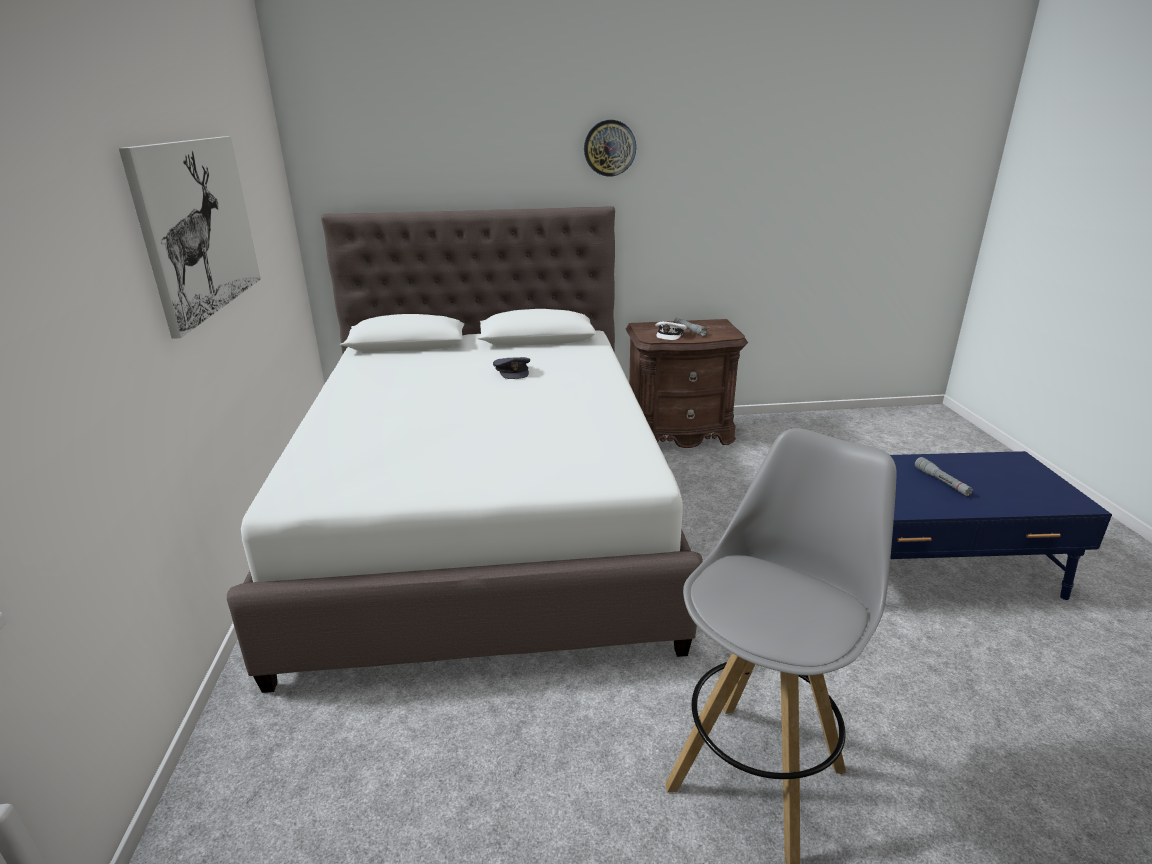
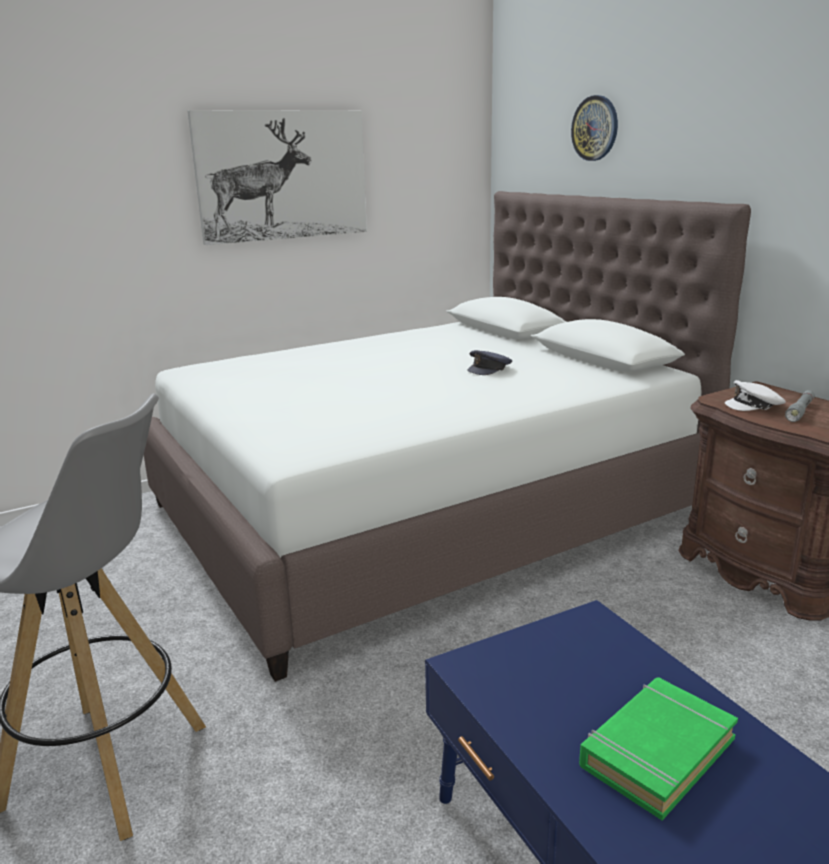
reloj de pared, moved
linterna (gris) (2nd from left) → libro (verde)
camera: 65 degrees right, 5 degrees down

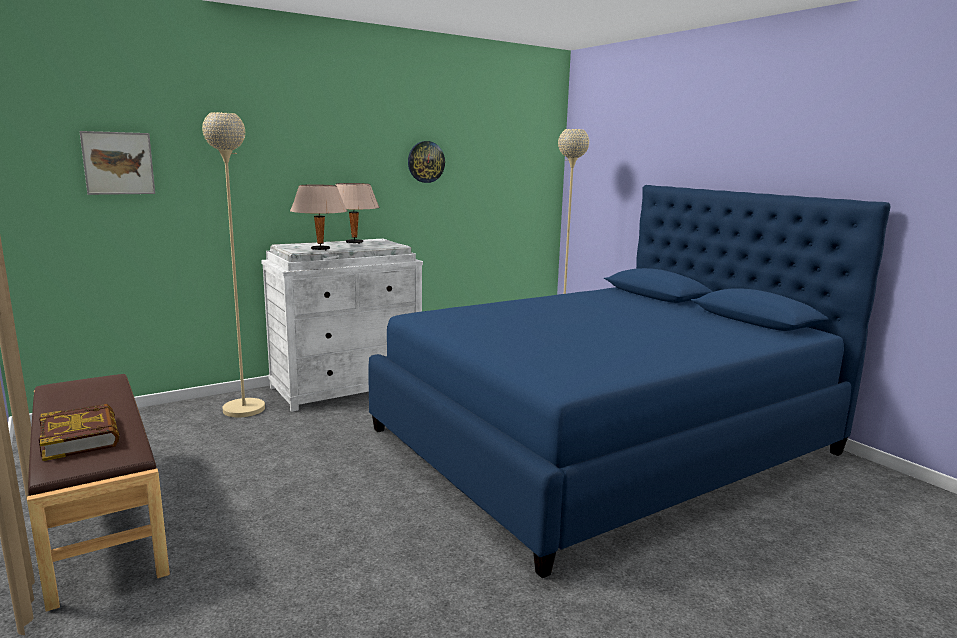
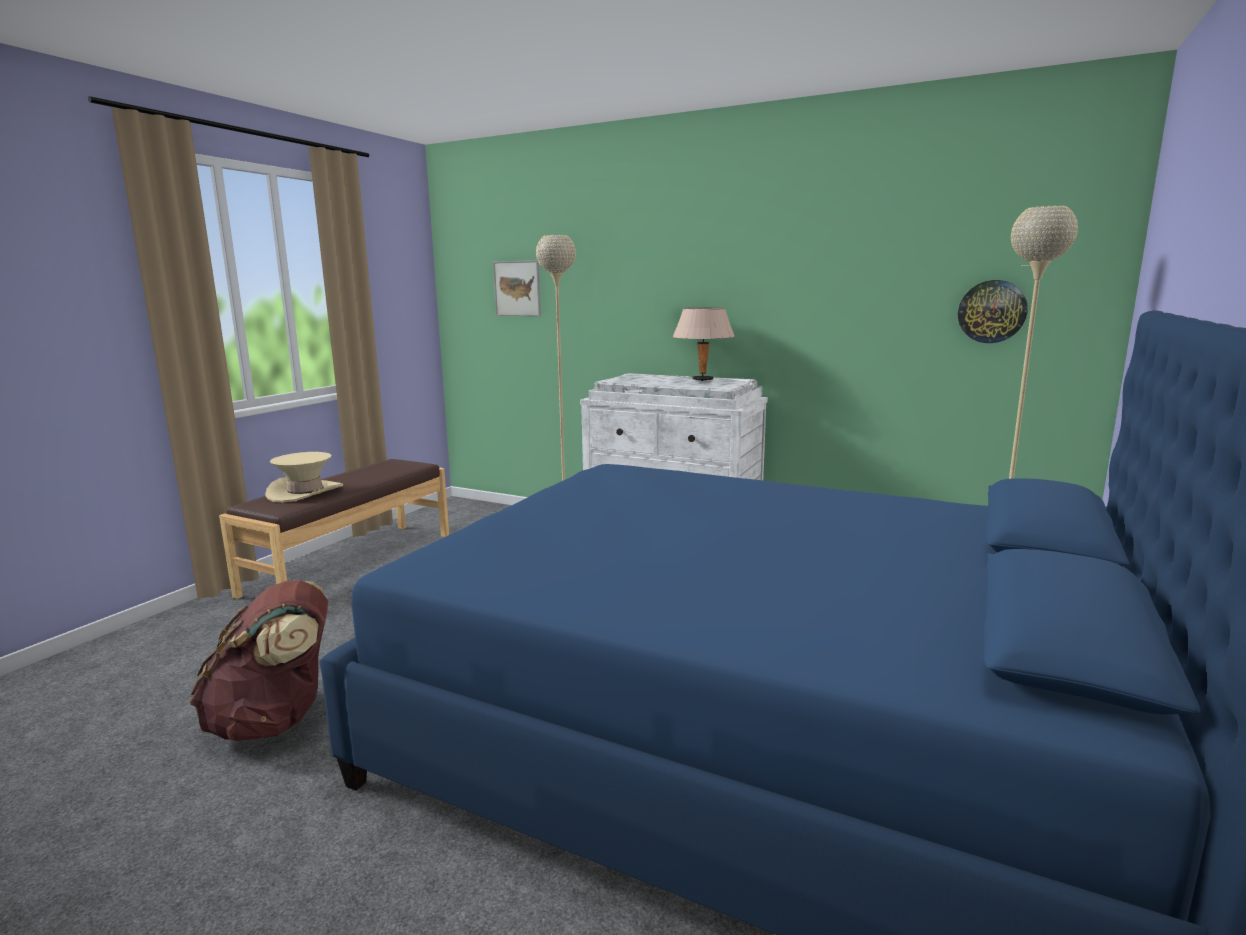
libro → sombrero (beis)
lámpara de mesa (beis) (1st from left) → -
reloj de pared, moved
- → mochila (marrón)
camera: 60 degrees right, 0 degrees up

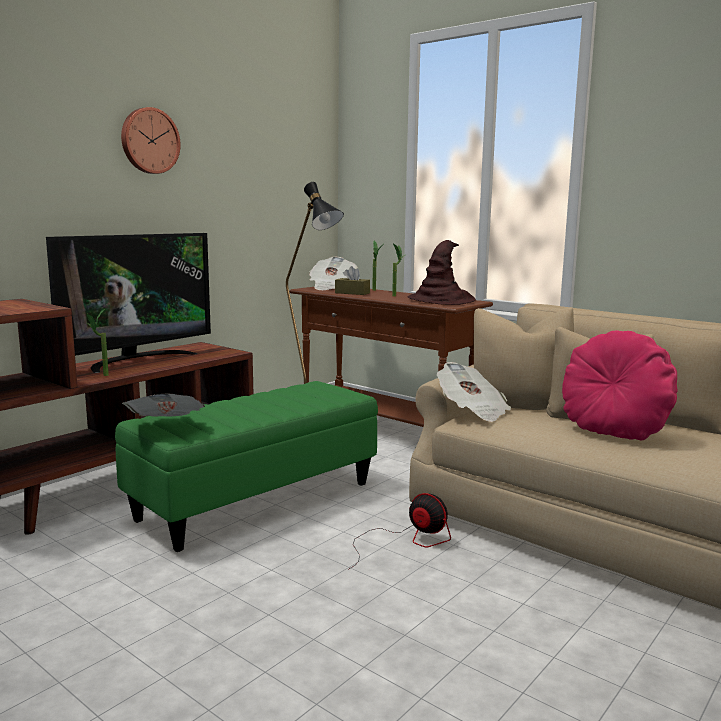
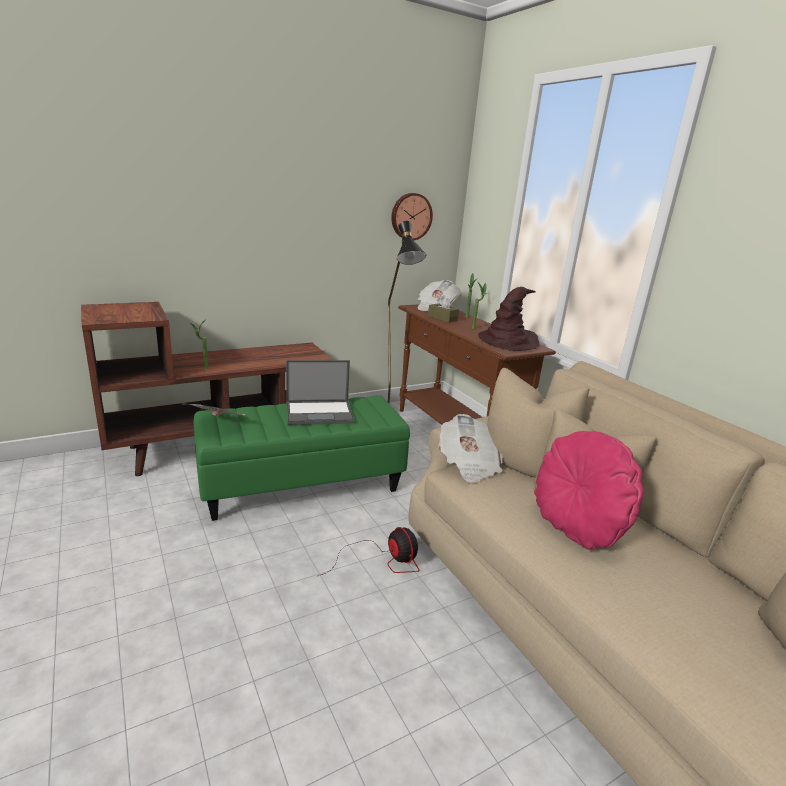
televisor → -
reloj de pared, moved
- → portátil
camera: 20 degrees right, 10 degrees up

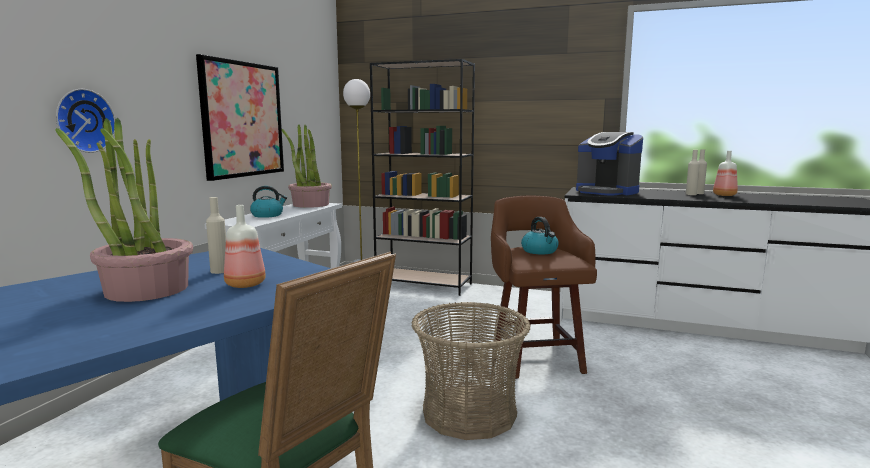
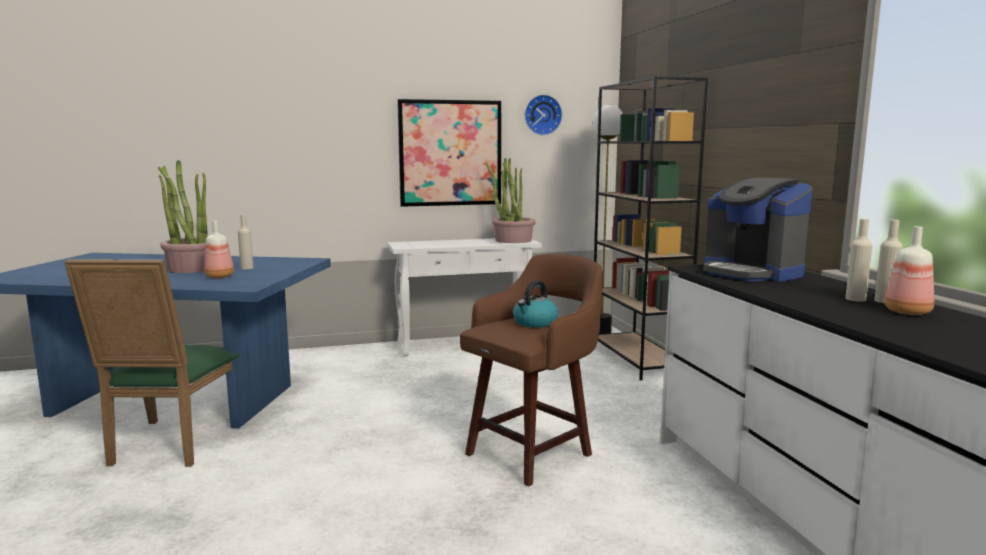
reloj de pared, moved
hervidor (1st from left) → -
cesta → -
cafetera, 45 degrees counterclockwise
camera: 55 degrees right, 0 degrees up

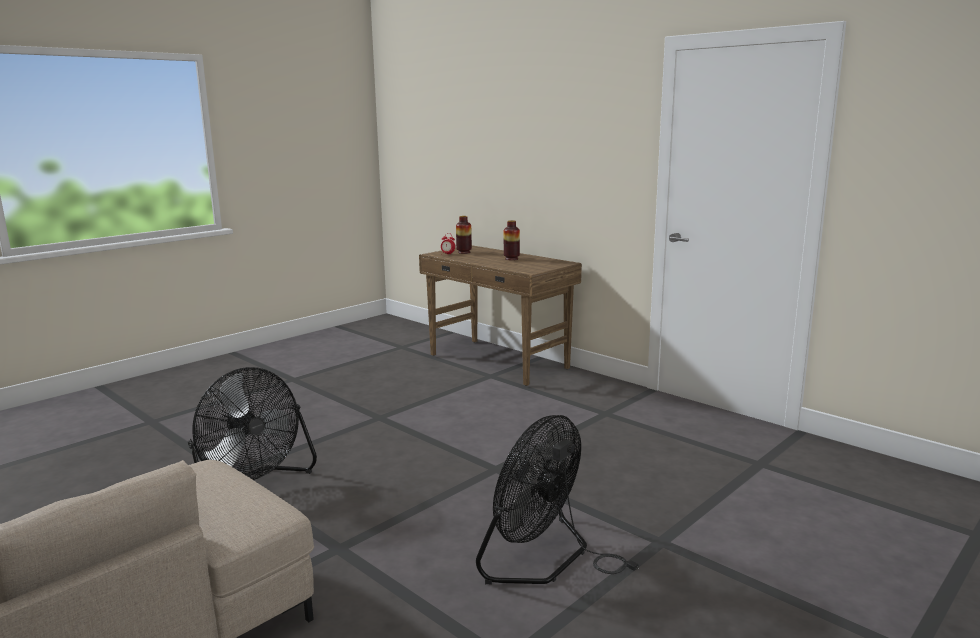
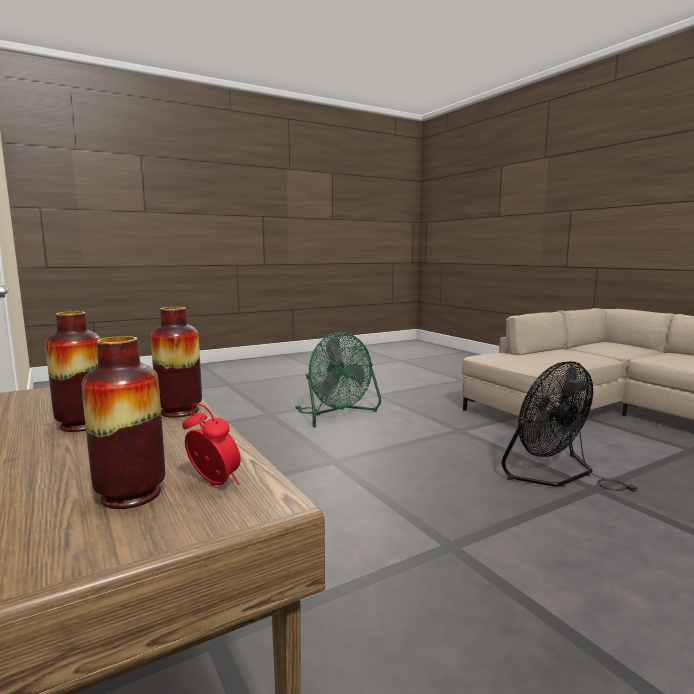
ventilador (negro) (2nd from left) → ventilador (verde)
- → florero (3rd from left)
camera: 165 degrees left, 5 degrees down

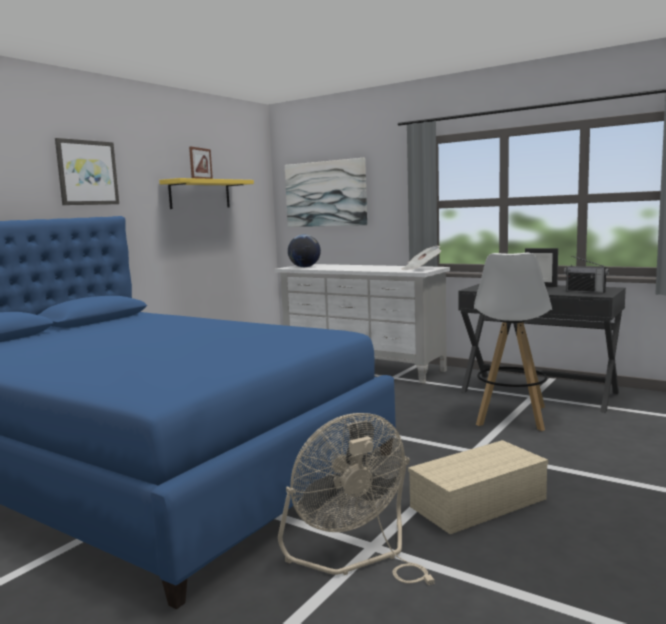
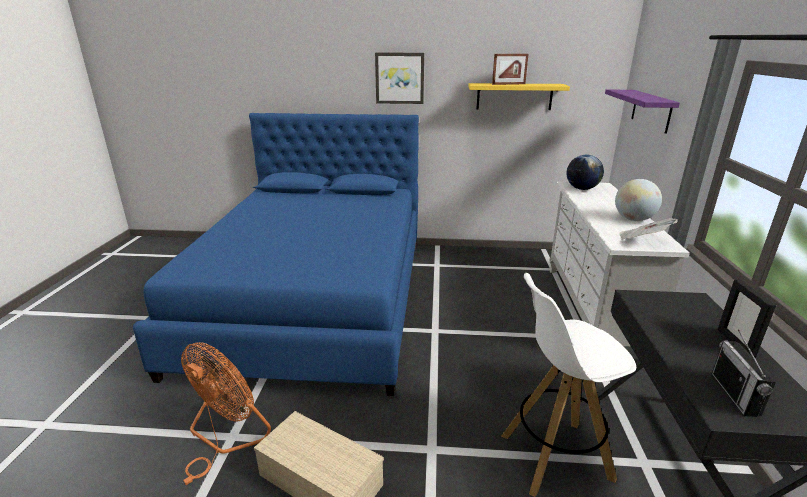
ventilador (beis) → ventilador (naranja)
cuadro (2nd from left) → estante (morado)
- → globo terráqueo (2nd from left)
camera: 60 degrees right, 15 degrees up

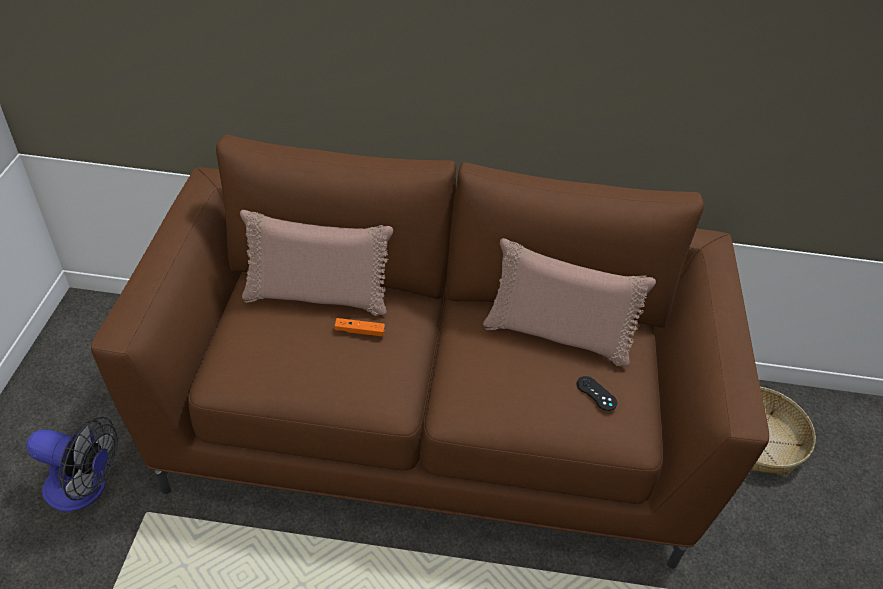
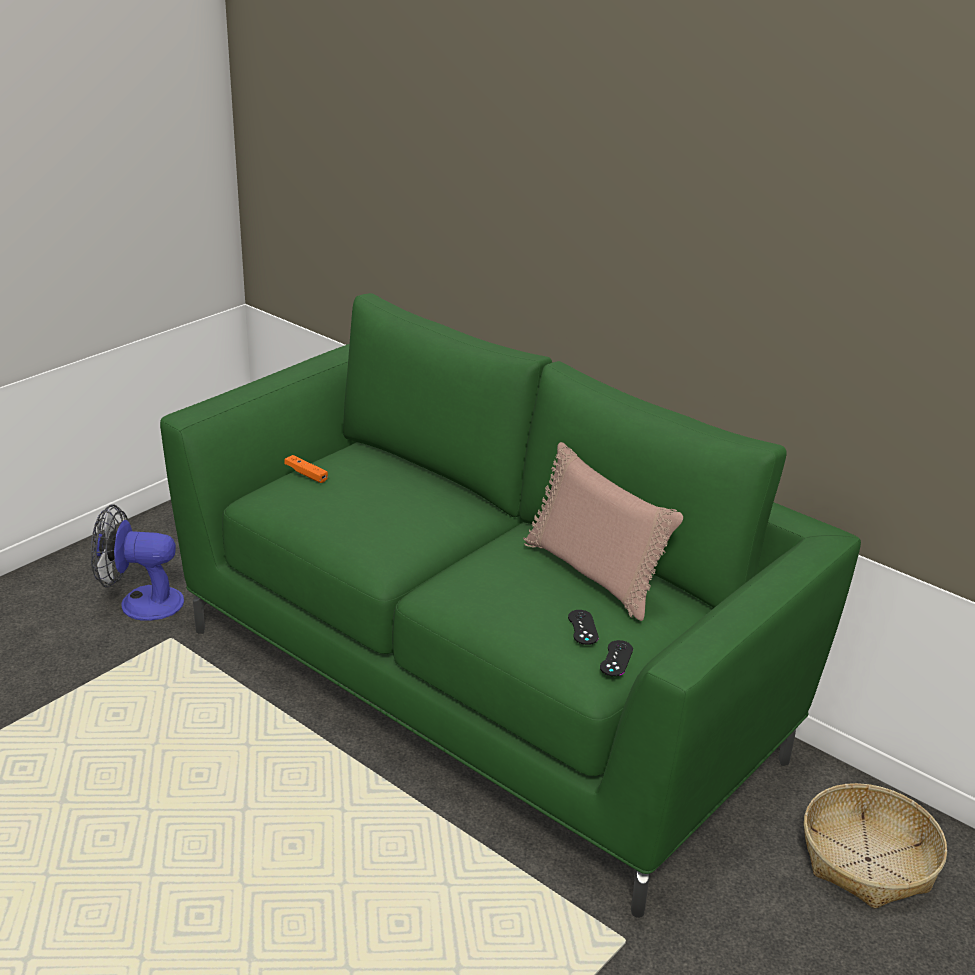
ventilador, 135 degrees clockwise
sofá (marrón) → sofá (verde)
cojín (beis) (1st from left) → -
mando de consola (naranja), moved
- → mando de consola (negro) (2nd from left)
camera: 35 degrees right, 15 degrees down

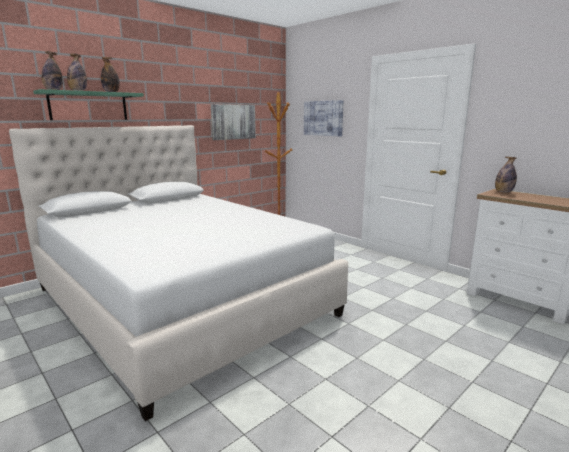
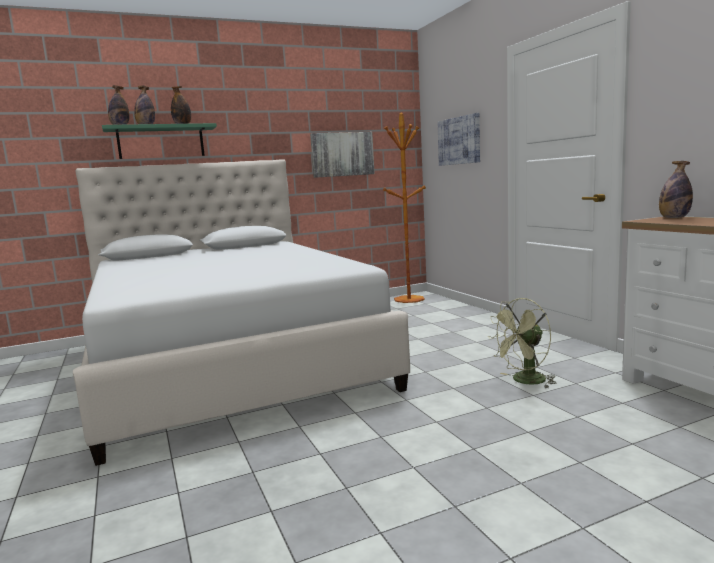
- → ventilador (verde)
camera: 20 degrees right, 5 degrees down

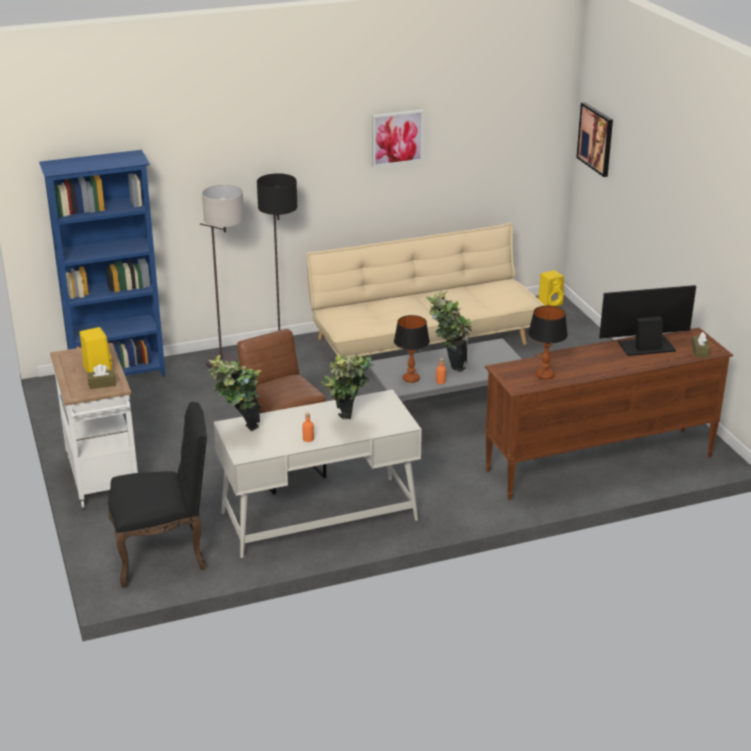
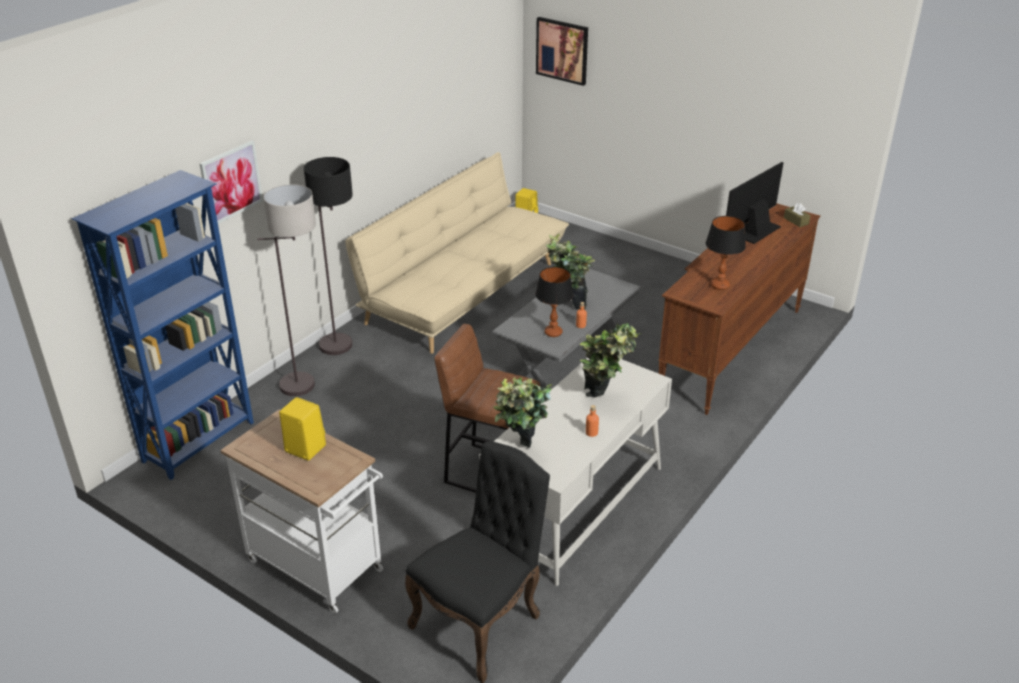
caja de pañuelos (marrón) (1st from left) → -
cuadro (1st from left), moved
camera: 35 degrees left, 5 degrees up

